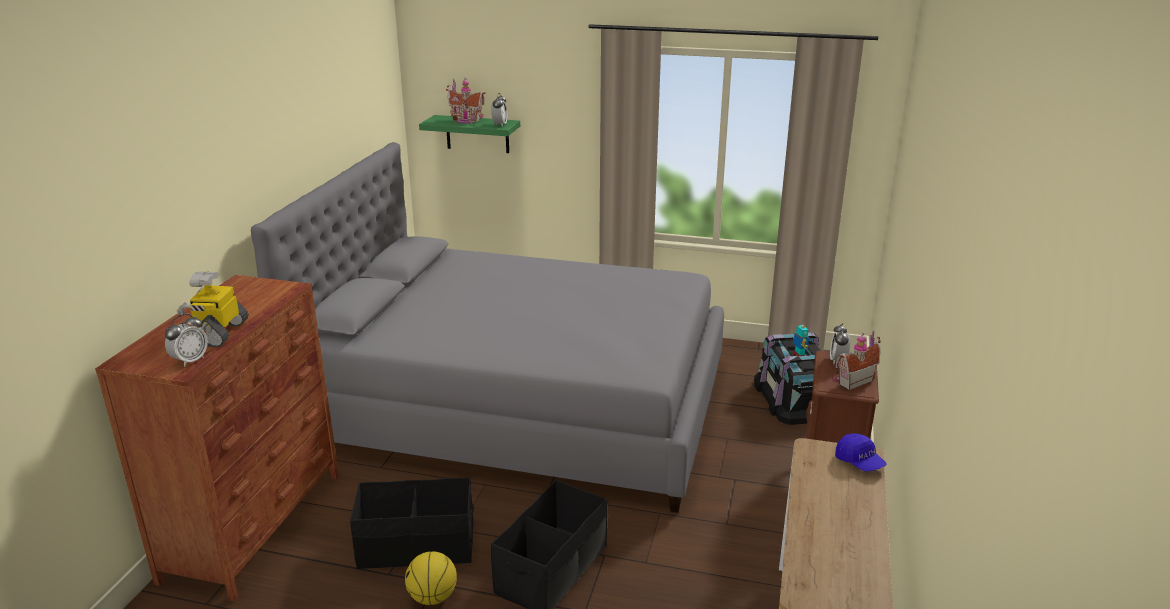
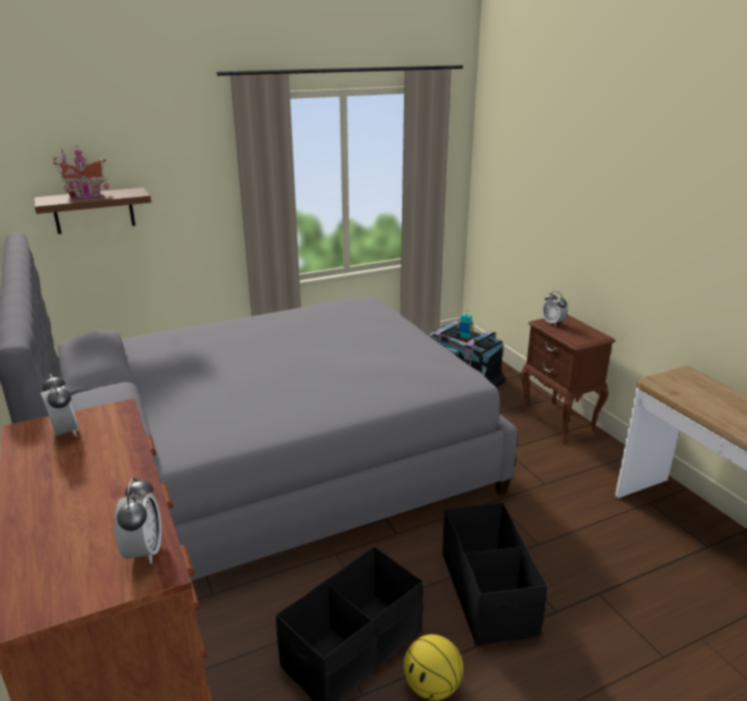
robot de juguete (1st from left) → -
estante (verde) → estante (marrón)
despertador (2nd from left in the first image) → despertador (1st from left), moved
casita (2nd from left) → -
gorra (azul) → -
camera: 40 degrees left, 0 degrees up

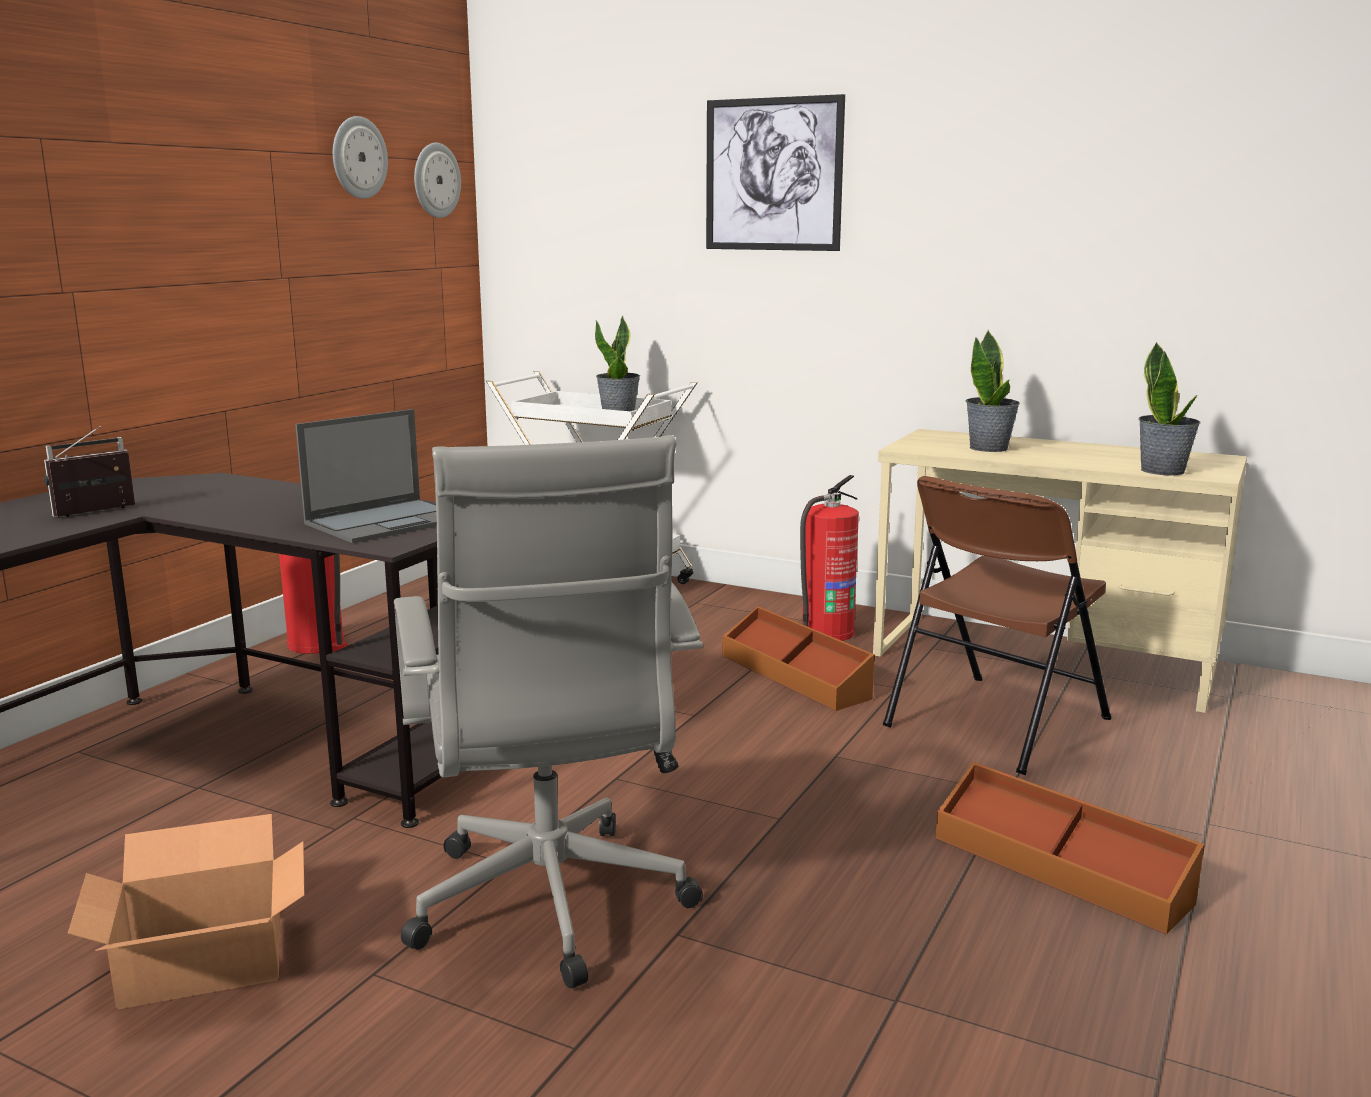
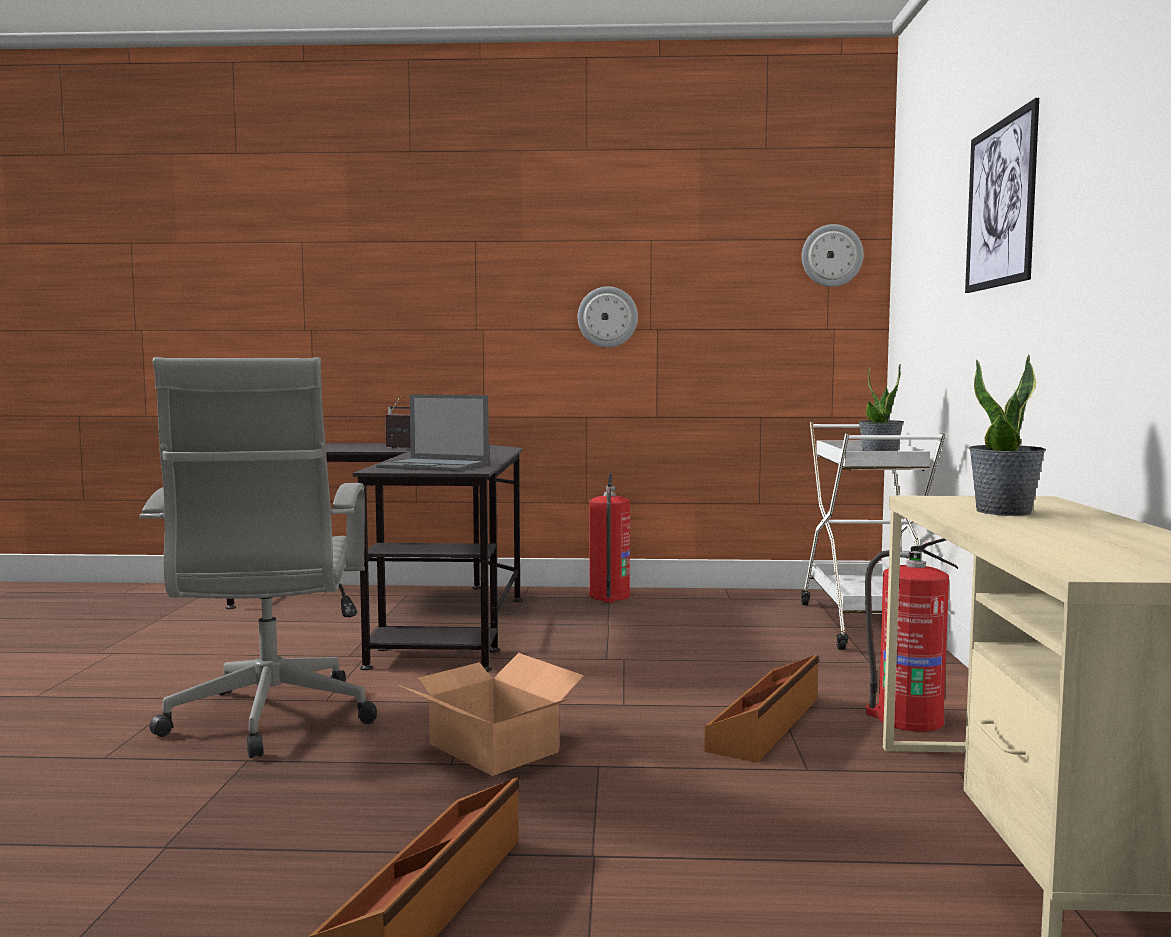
caja de cartón, moved
reloj de pared (1st from left), moved
silla de oficina (gris), 60 degrees counterclockwise
silla (marrón) → -
planta en maceta (3rd from left) → -
camera: 65 degrees right, 10 degrees down

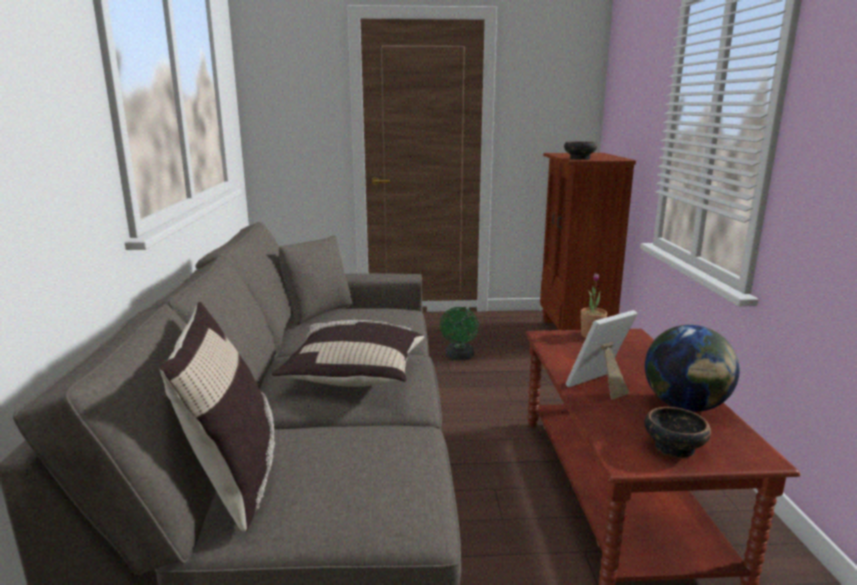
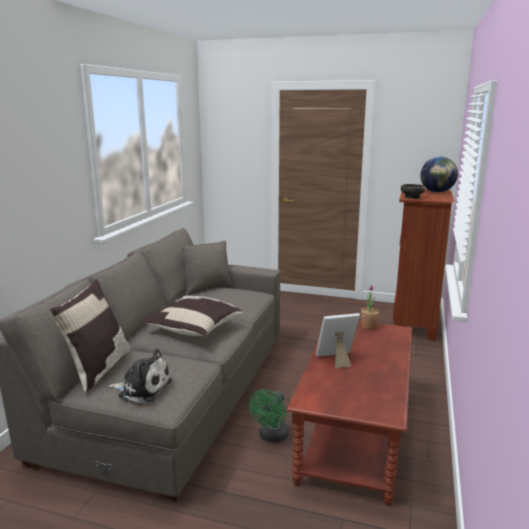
ventilador (verde), moved
globo terráqueo, moved
cuenco (2nd from left) → -
- → peluche
camera: 20 degrees right, 0 degrees up

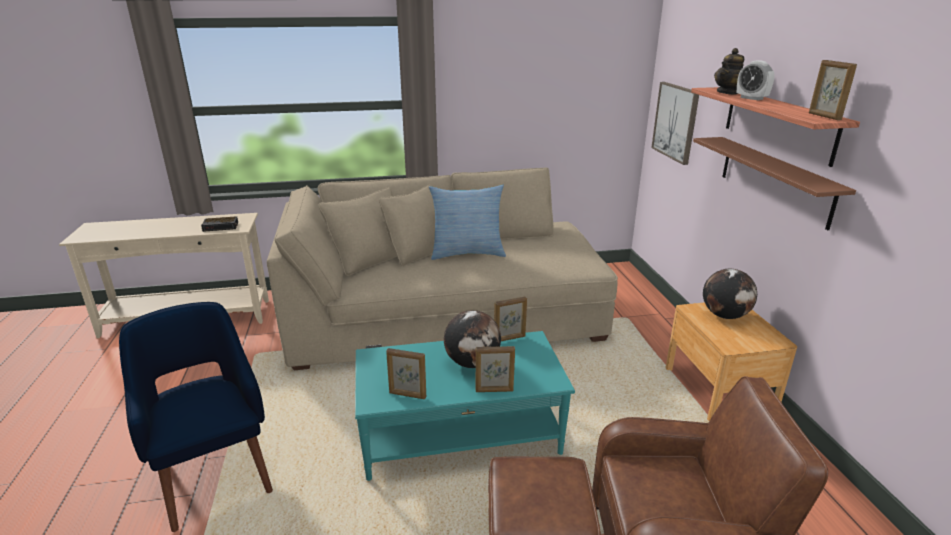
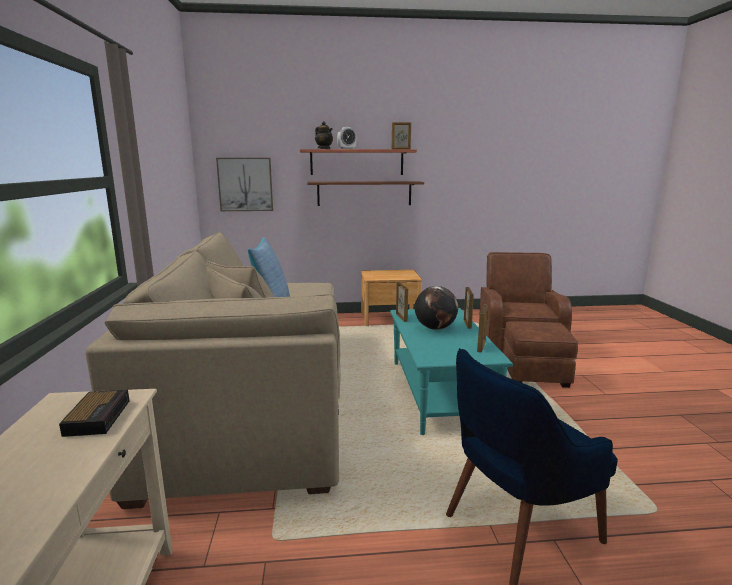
globo terráqueo (2nd from left) → -
camera: 85 degrees left, 10 degrees down

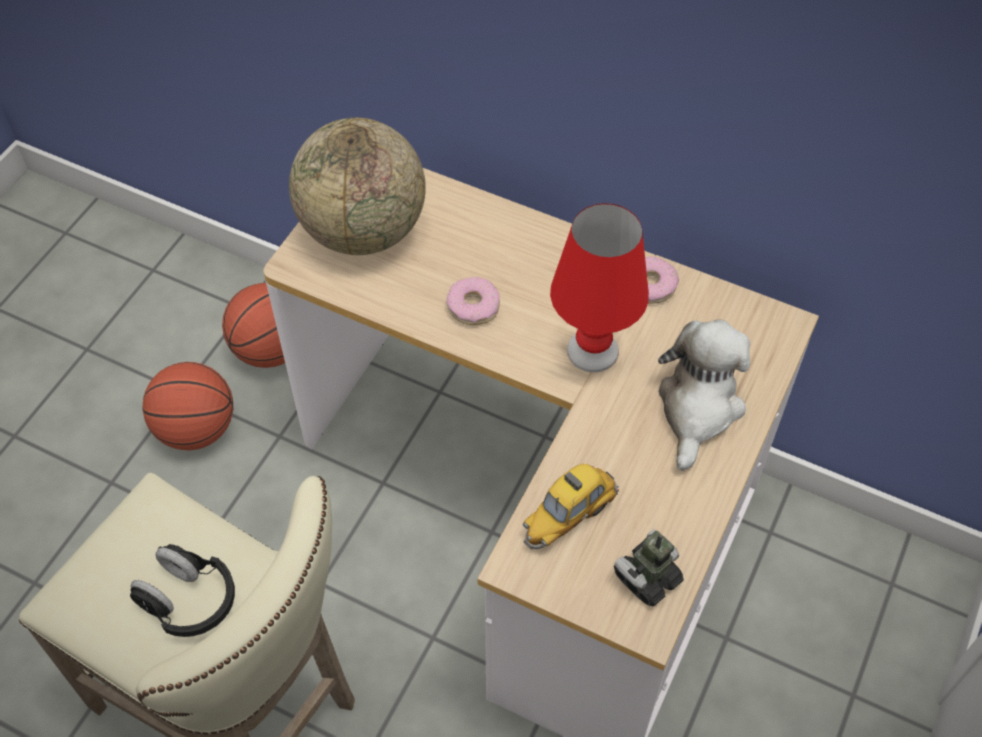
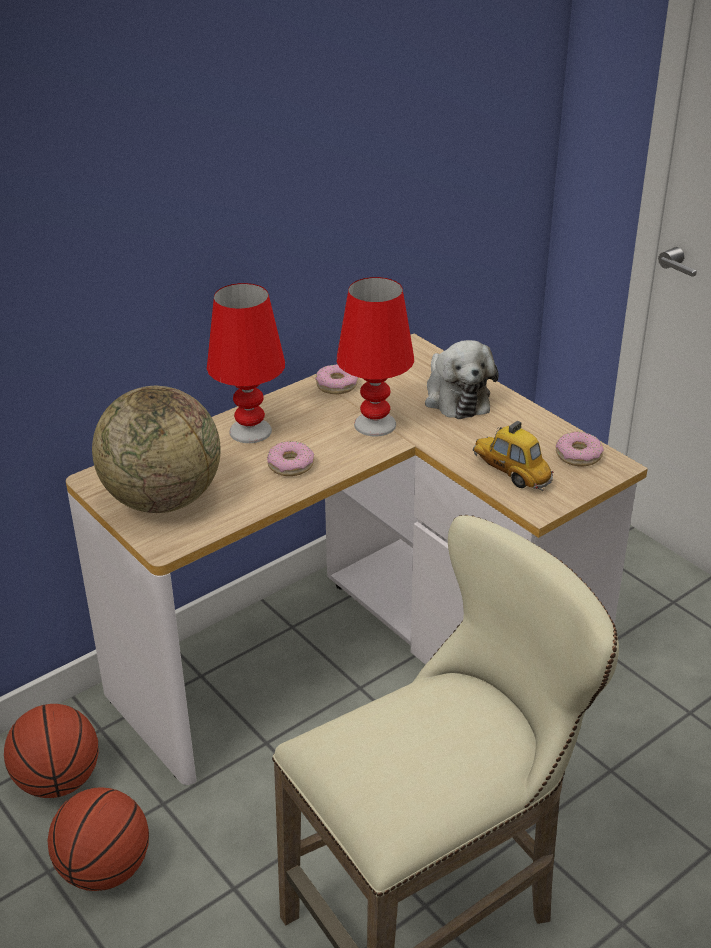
auriculares (negro) → -
coche de juguete, 150 degrees clockwise
robot de juguete → rosquilla (3rd from left)
peluche, 150 degrees counterclockwise
- → lámpara de mesa (rojo) (1st from left)
camera: 65 degrees left, 20 degrees down

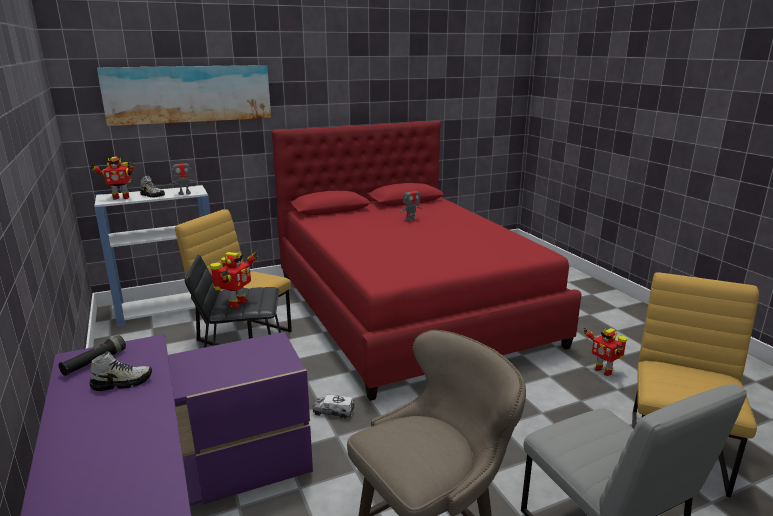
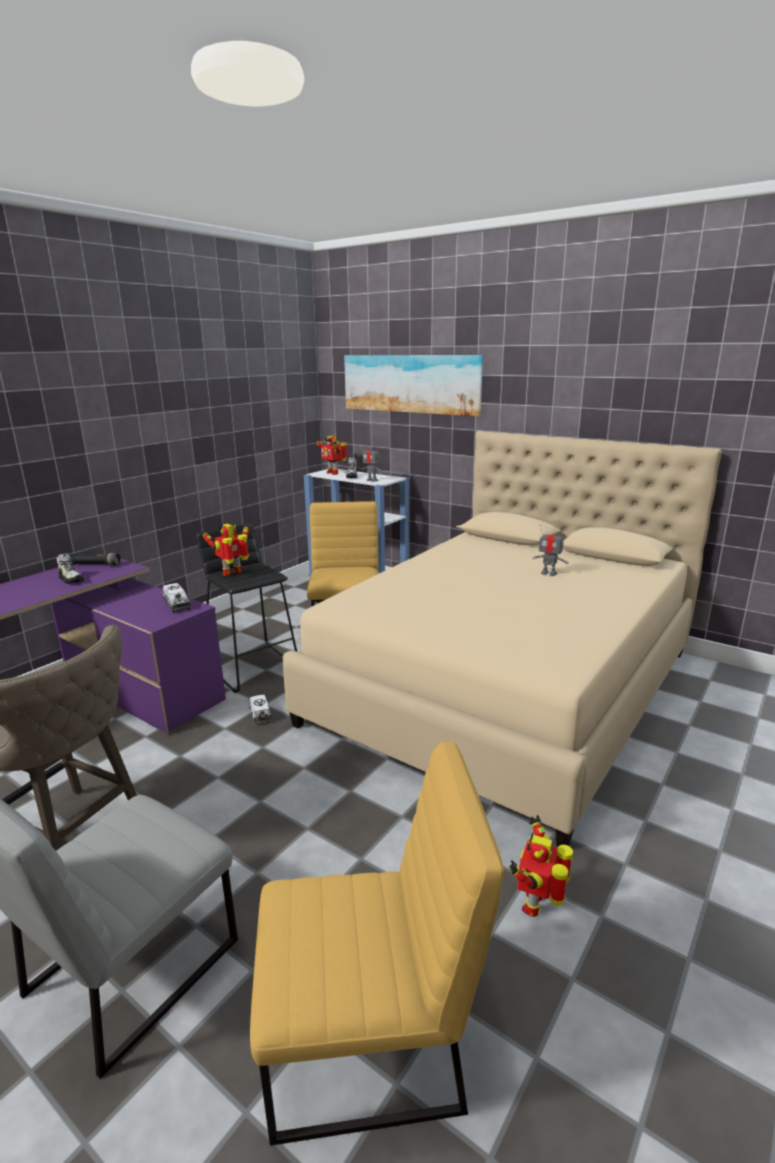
robot de juguete (3rd from left in the first image) → robot de juguete (1st from left), 150 degrees clockwise
cama (rojo) → cama (beis)
- → camión de juguete (1st from left)
camera: 60 degrees right, 0 degrees up

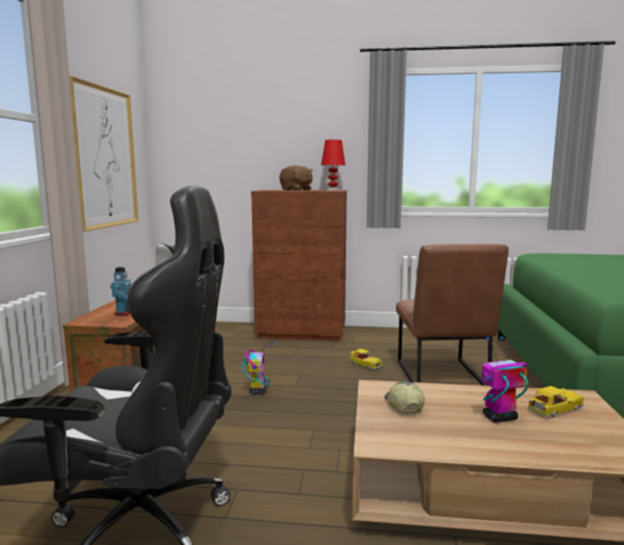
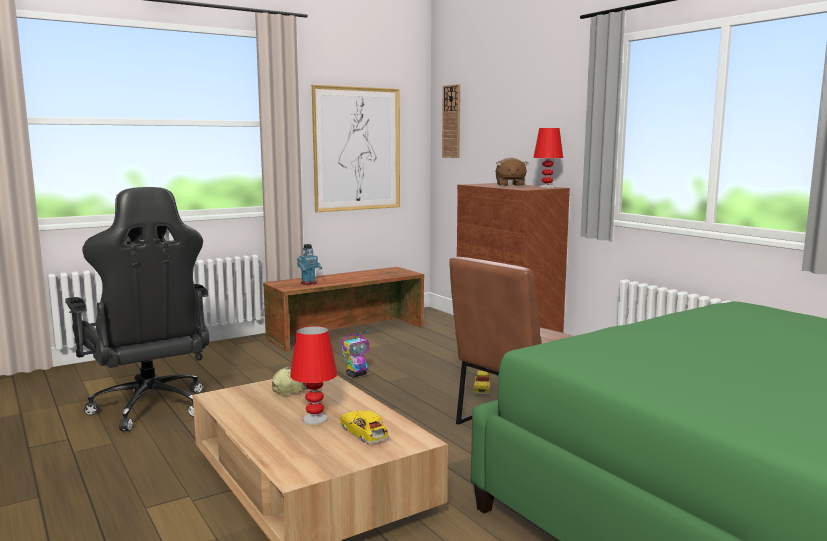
robot de juguete (3rd from left) → lámpara de mesa (rojo) (1st from left)
coche de juguete (2nd from left in the first image) → coche de juguete (1st from left), 150 degrees counterclockwise
- → reloj de pared
camera: 50 degrees right, 0 degrees up

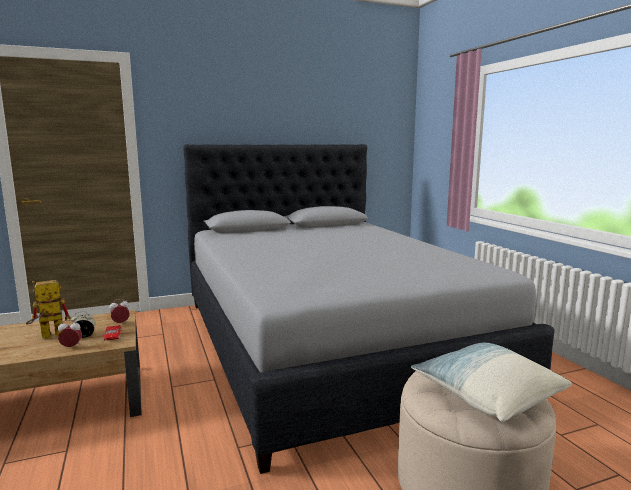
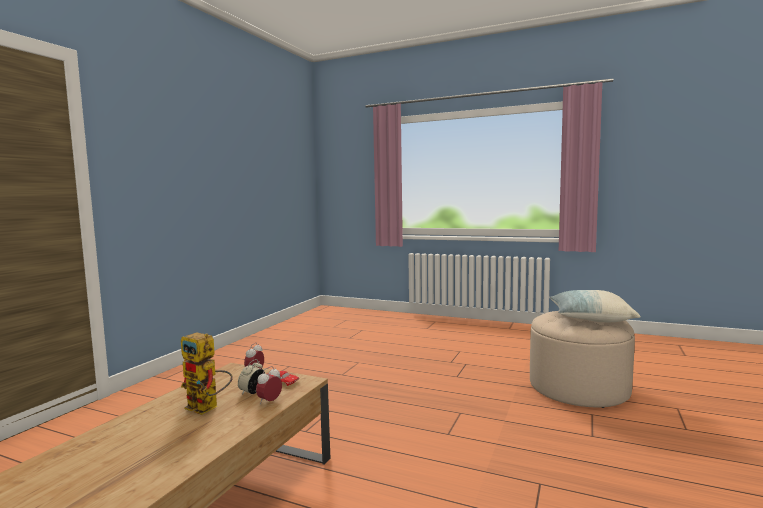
robot de juguete, 75 degrees counterclockwise
cama (gris) → -
camera: 45 degrees left, 5 degrees down

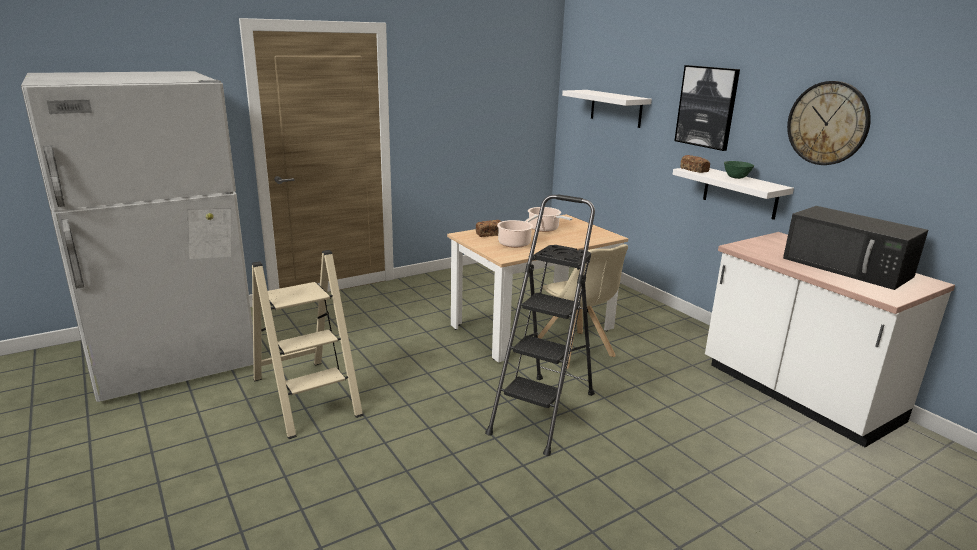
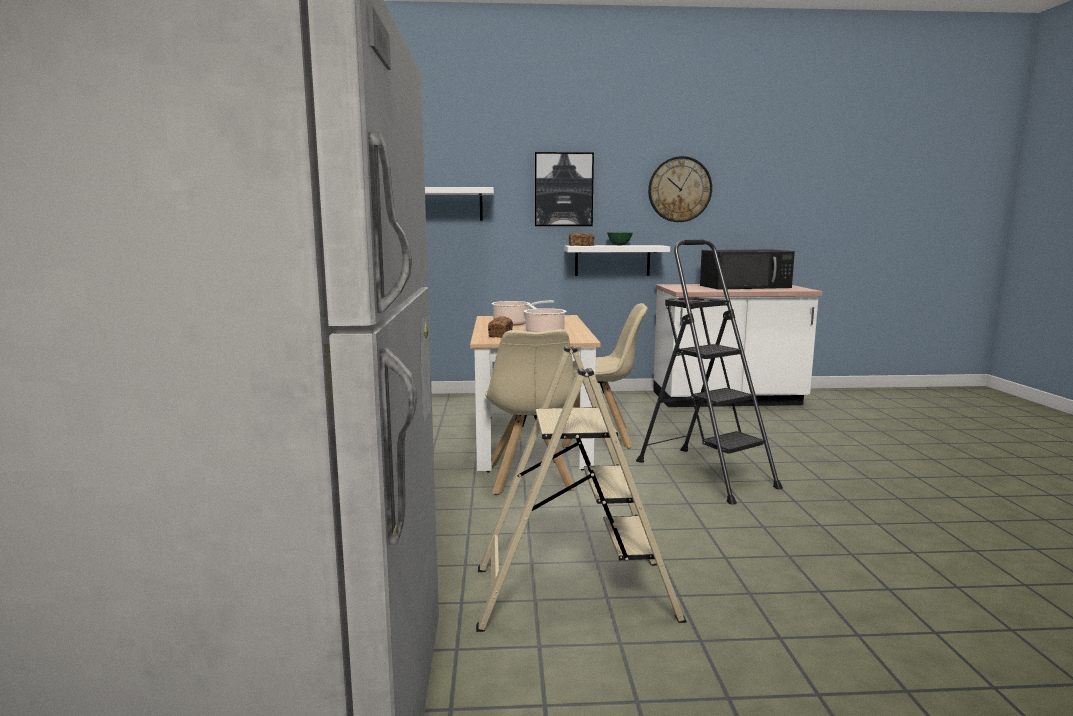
- → silla (beis) (1st from left)
camera: 60 degrees left, 10 degrees down

